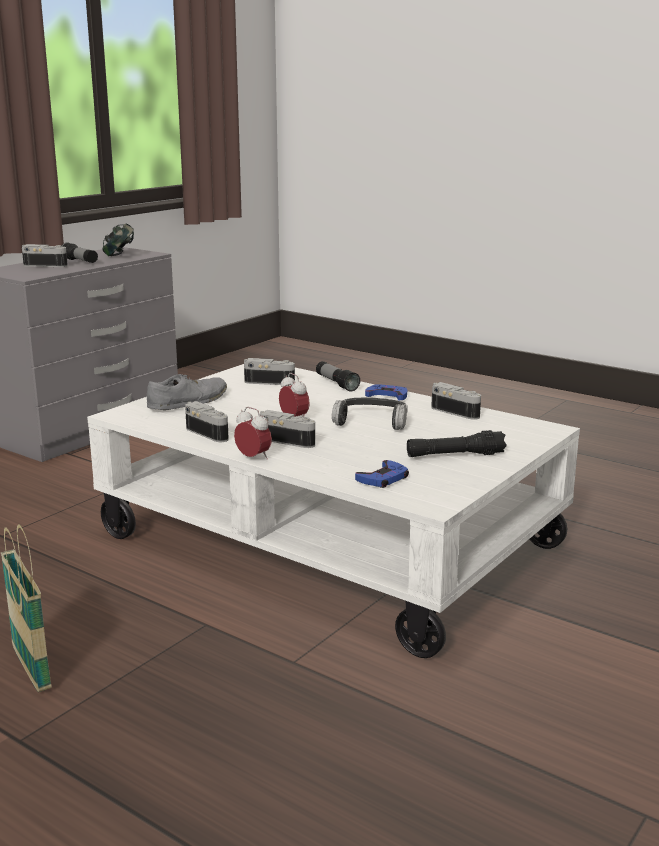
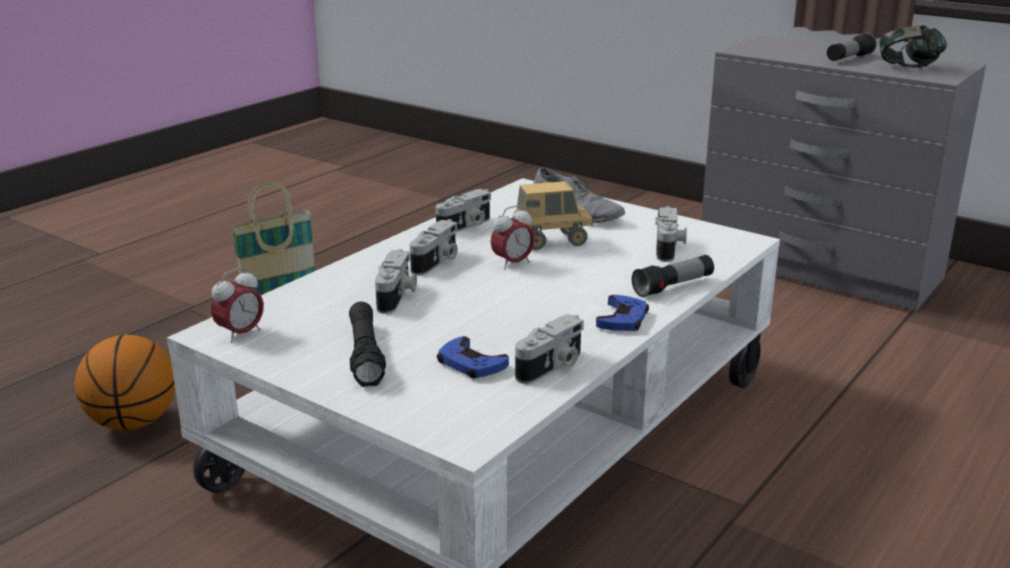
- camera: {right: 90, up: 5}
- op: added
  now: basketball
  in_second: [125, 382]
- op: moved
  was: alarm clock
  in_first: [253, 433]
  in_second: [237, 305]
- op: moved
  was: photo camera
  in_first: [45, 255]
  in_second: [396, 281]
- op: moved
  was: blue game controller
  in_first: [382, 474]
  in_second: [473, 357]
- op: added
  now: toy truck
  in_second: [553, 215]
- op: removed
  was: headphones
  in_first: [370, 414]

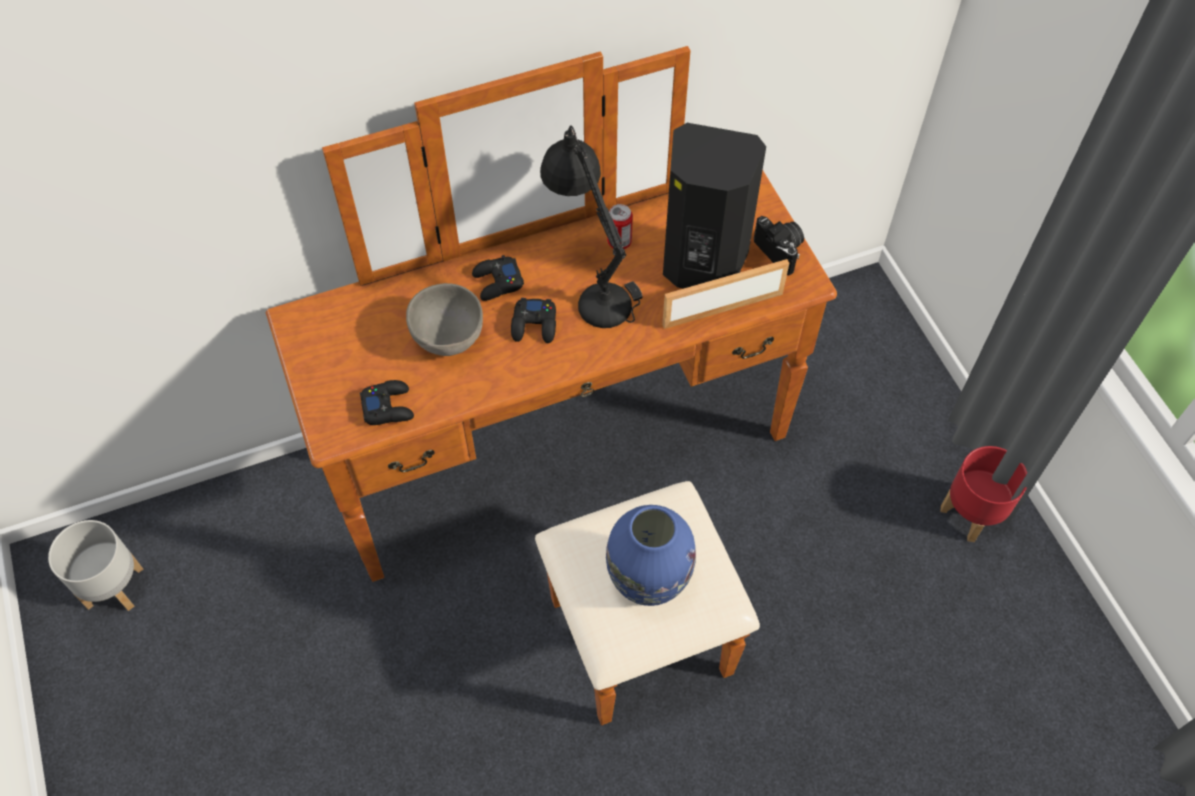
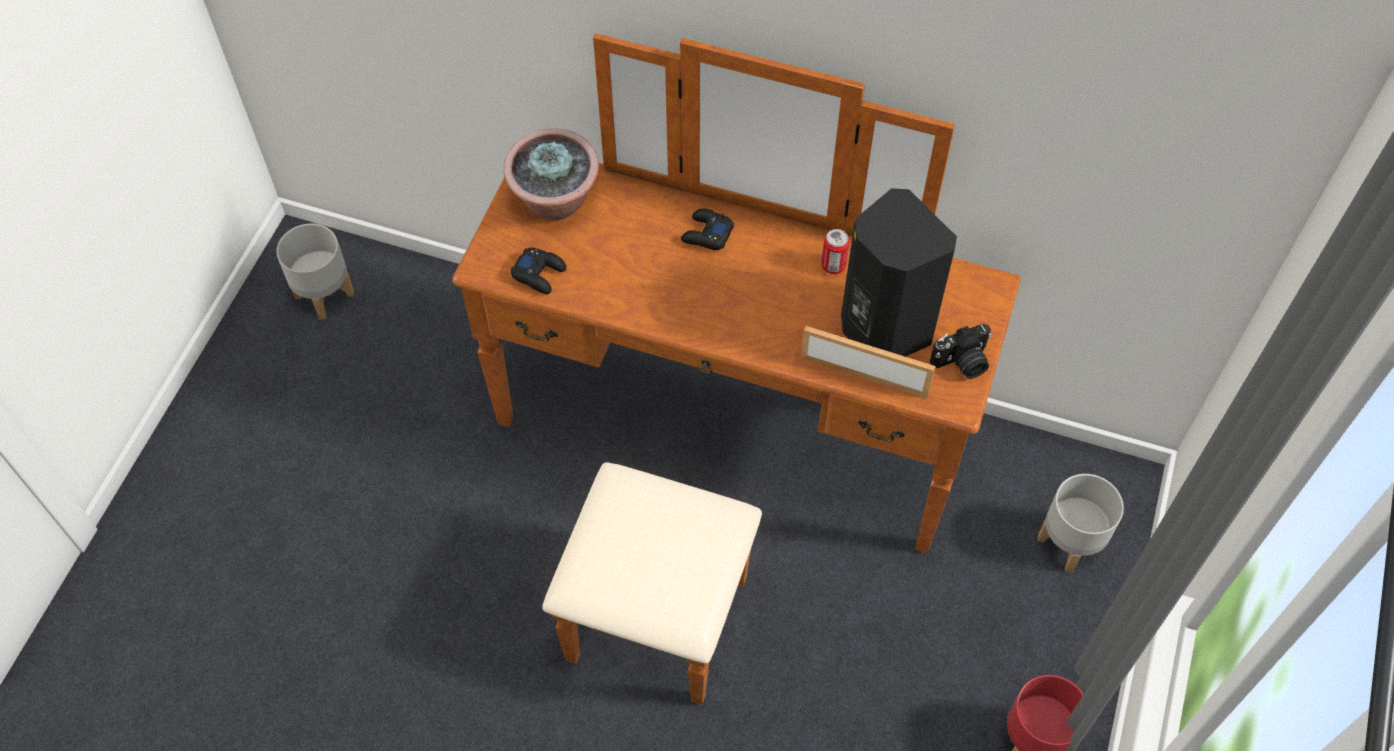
- camera: {right: 40, up: 0}
- op: added
  now: potted plant
  in_second: [551, 174]
- op: turned
  was: photo camera
  in_first: [779, 246]
  in_second: [961, 351]
  clockwise: 60
- op: added
  now: grey planter
  in_second: [1081, 523]
- op: removed
  was: grey bowl
  in_first: [444, 319]
- op: removed
  was: black game controller
  in_first: [533, 320]
- op: removed
  was: black table lamp
  in_first: [591, 226]
- op: removed
  was: blue vase
  in_first: [651, 555]

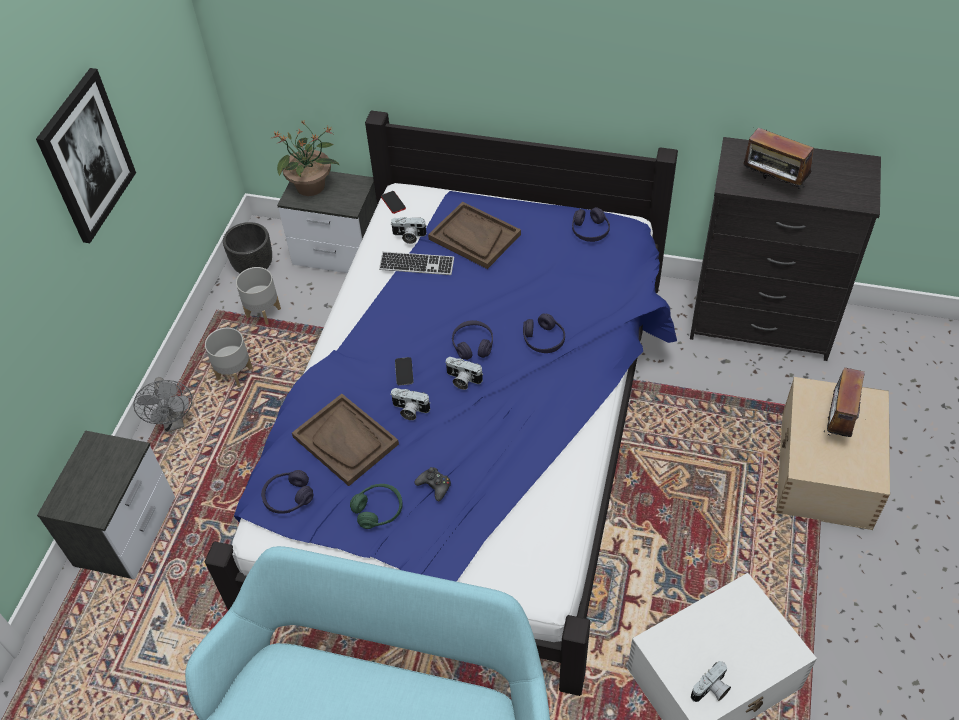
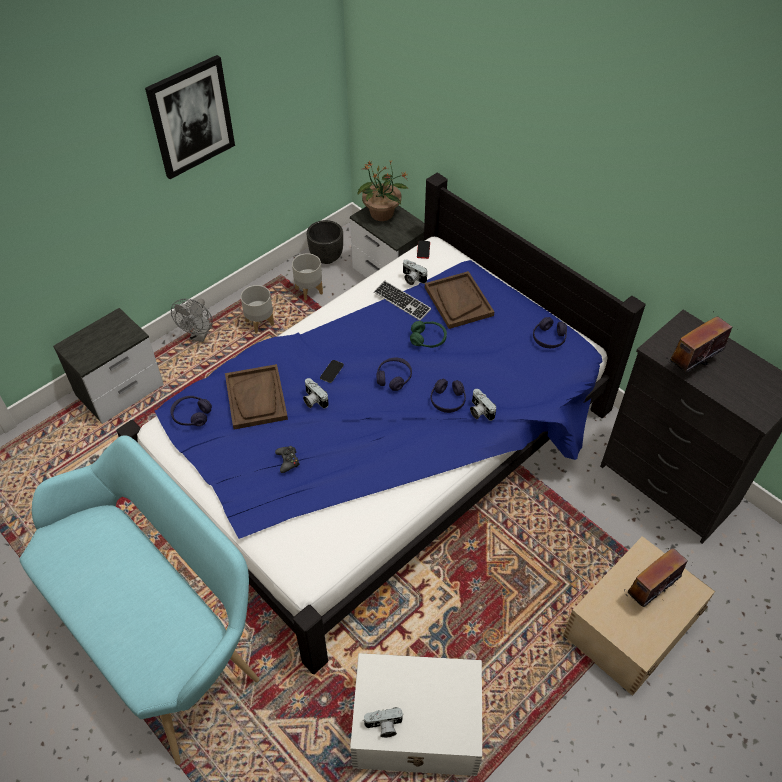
- camera: {right: 30, up: 0}
- op: moved
  was: green headphones
  in_first: [376, 506]
  in_second: [428, 334]
- op: moved
  was: photo camera
  in_first: [464, 373]
  in_second: [483, 405]
- op: turned
  was: radio
  in_first: [778, 158]
  in_second: [699, 341]
  clockwise: 75

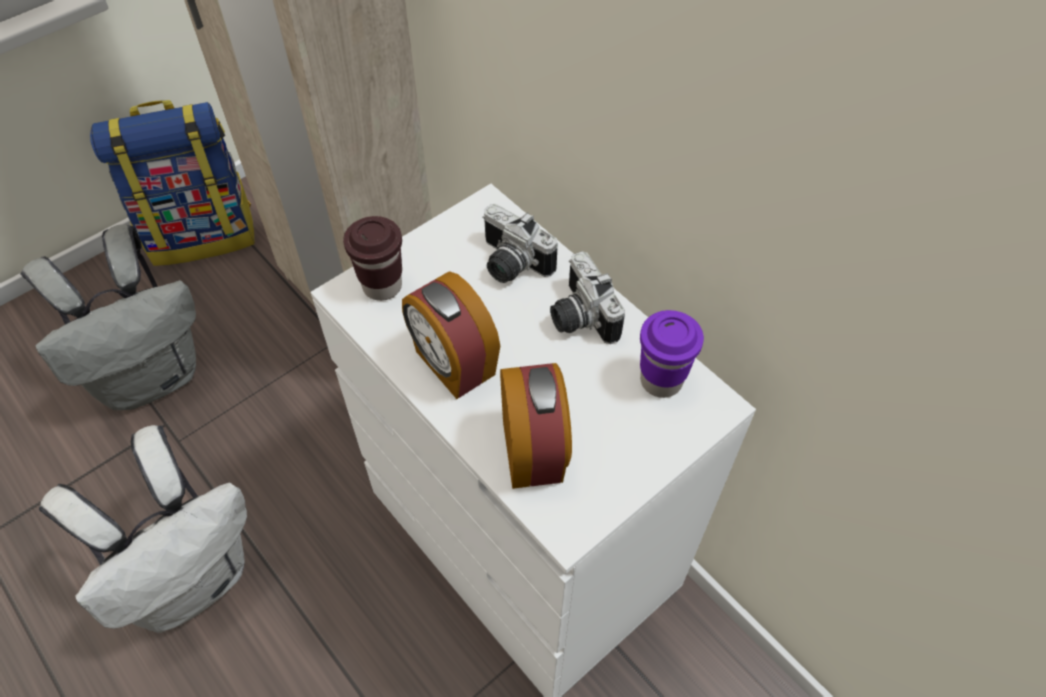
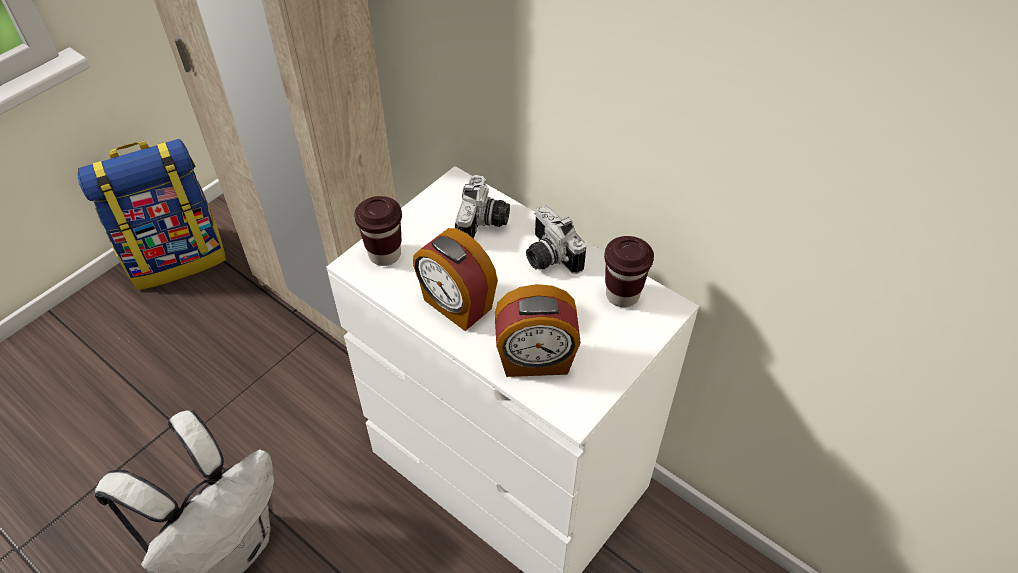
- camera: {right: -10, up: -5}
- op: turned
  was: photo camera
  in_first: [520, 243]
  in_second: [482, 207]
  clockwise: -105
- op: turned
  was: alarm clock
  in_first: [536, 426]
  in_second: [538, 330]
  clockwise: 105
- op: recoloured
  was: purple cup
  now: brown cup
  in_first: [672, 354]
  in_second: [629, 271]
- op: removed
  was: grey backpack
  in_first: [108, 317]

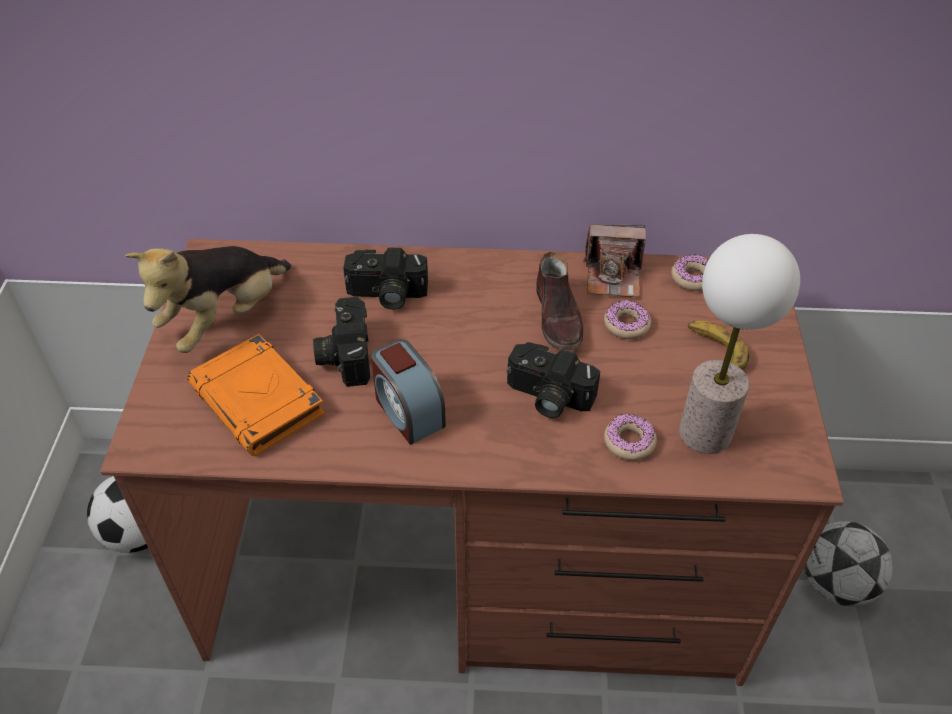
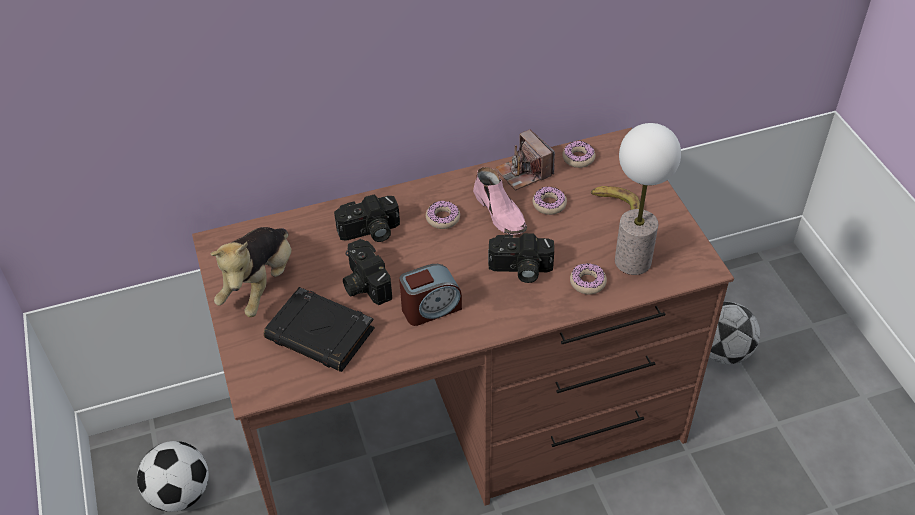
- camera: {right: -20, up: 0}
- op: recoloured
  was: orange book
  now: black book
  in_first: [256, 395]
  in_second: [319, 329]
- op: turned
  was: alarm clock
  in_first: [408, 392]
  in_second: [430, 295]
  clockwise: -60
- op: added
  now: donut
  in_second: [443, 215]
- op: recoloured
  was: brown shoe
  now: pink shoe
  in_first: [559, 301]
  in_second: [500, 201]
- op: turned
  was: photo camera
  in_first: [614, 260]
  in_second: [525, 160]
  clockwise: 75

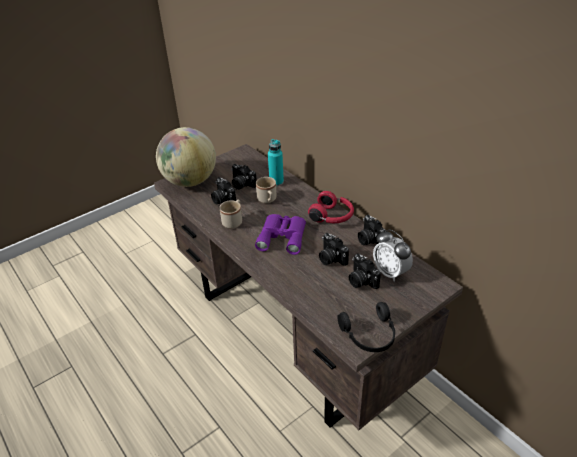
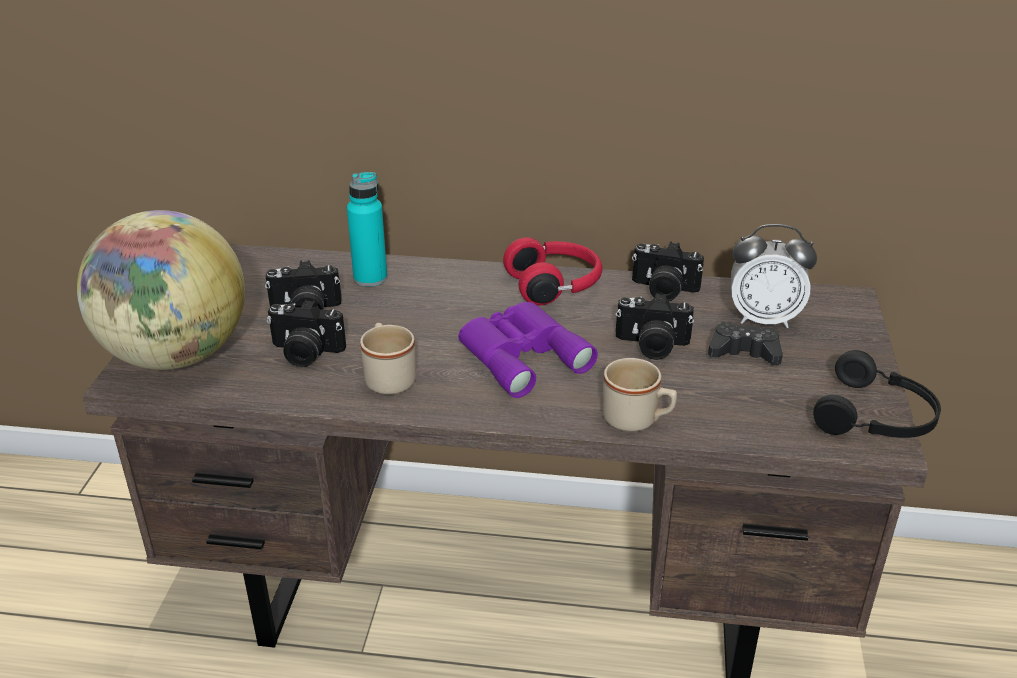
- camera: {right: -45, up: -5}
- op: moved
  was: beige mug
  in_first: [266, 190]
  in_second: [640, 395]
- op: replaced
  was: photo camera
  now: black game controller
  in_first: [365, 271]
  in_second: [745, 343]

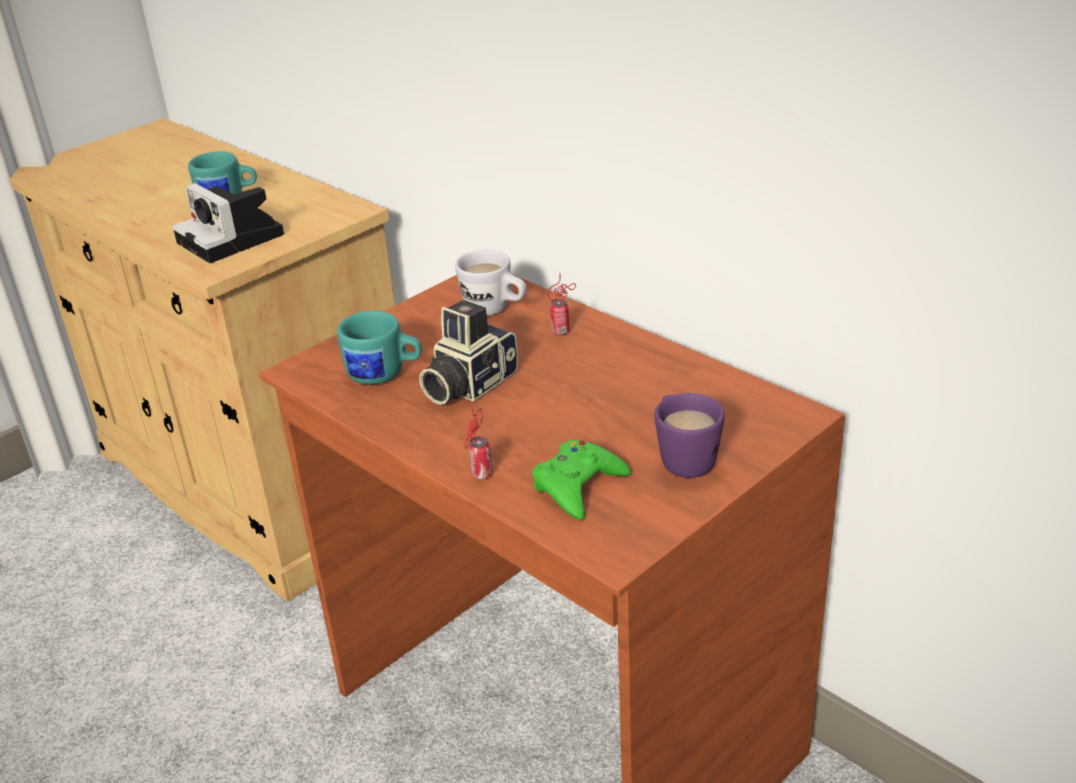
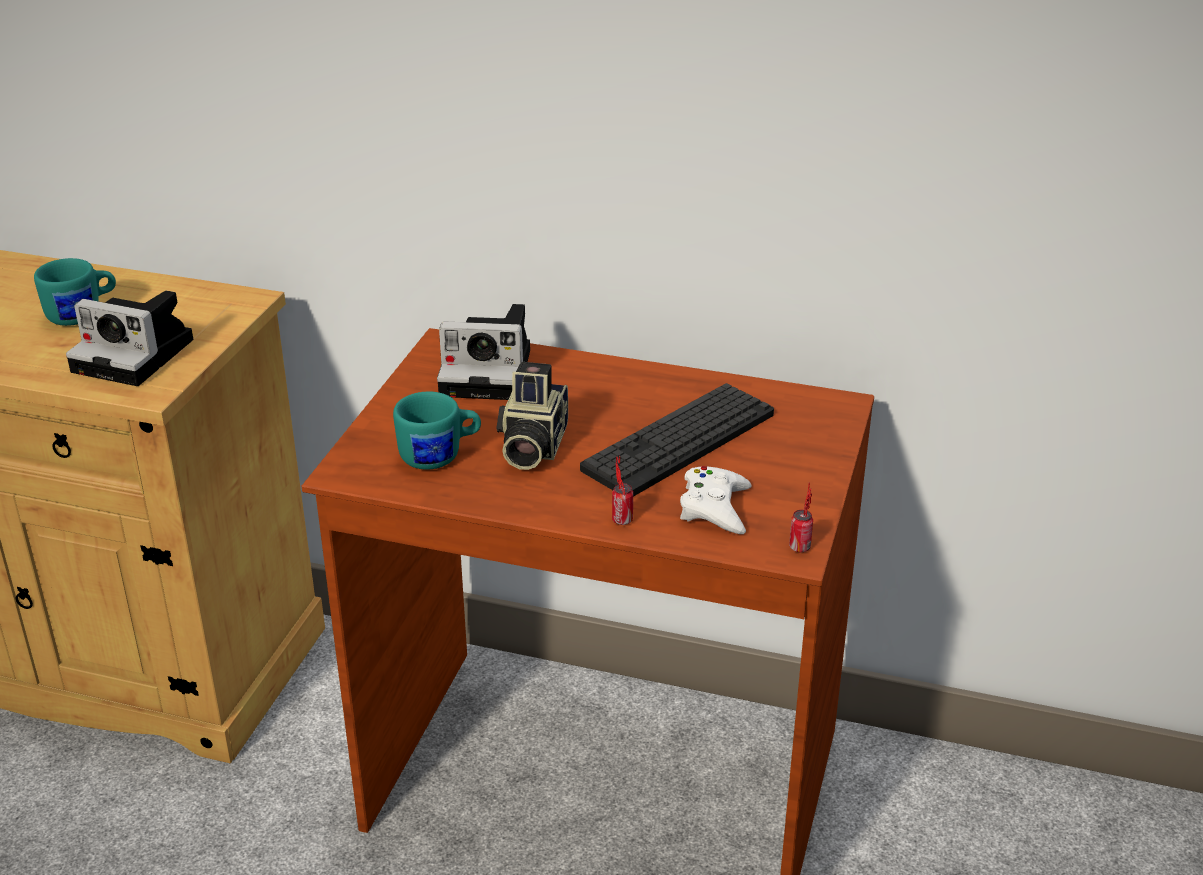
- camera: {right: -30, up: 0}
- op: replaced
  was: white mug
  now: photo camera
  in_first: [490, 282]
  in_second: [483, 352]
- op: added
  now: keyboard
  in_second: [677, 440]
- op: recoloured
  was: green game controller
  now: white game controller
  in_first: [581, 480]
  in_second: [715, 500]
- op: moved
  was: can
  in_first: [562, 304]
  in_second: [801, 517]
- op: removed
  was: purple mug
  in_first: [689, 435]

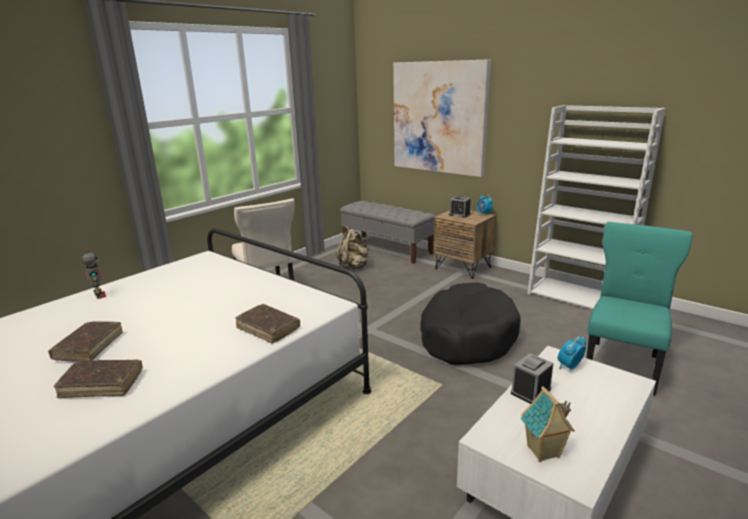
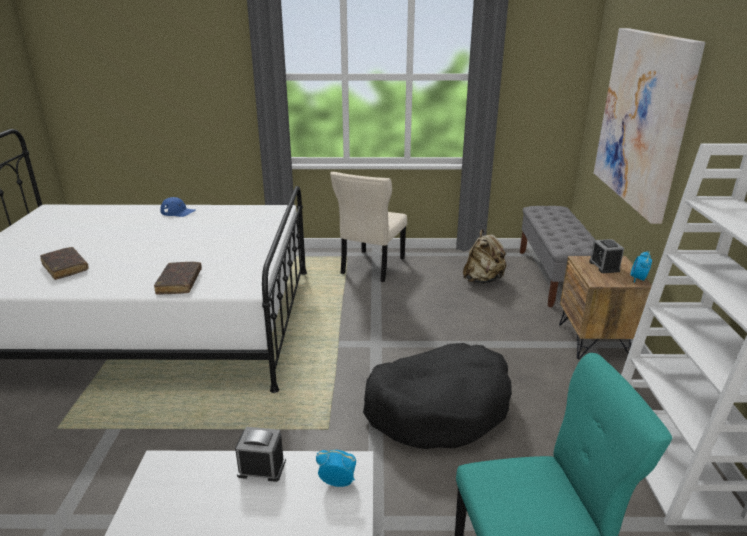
- camera: {right: 50, up: 5}
- op: replaced
  was: toy robot
  now: blue cap
  in_first: [94, 274]
  in_second: [177, 207]
- op: removed
  was: brown book
  in_first: [85, 341]
- op: removed
  was: toy house
  in_first: [547, 424]

